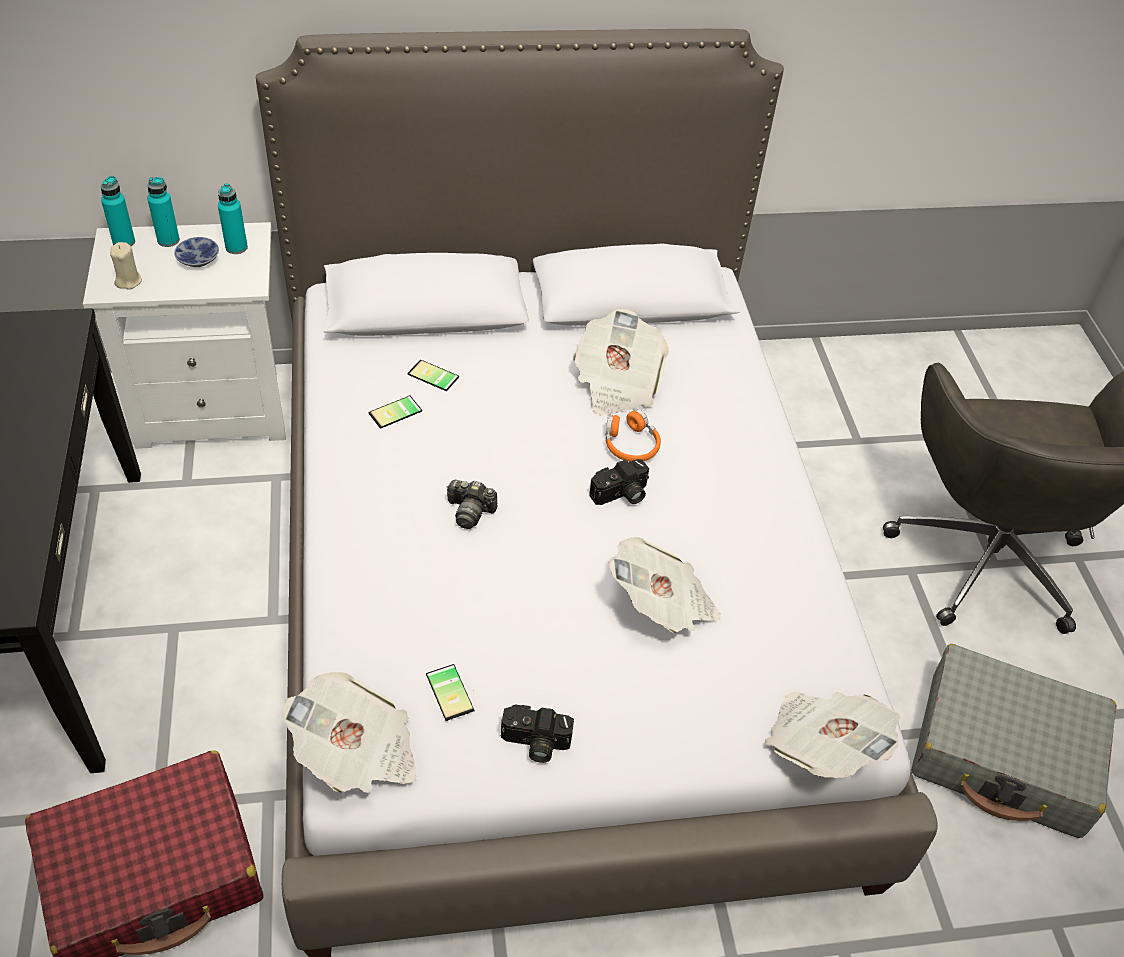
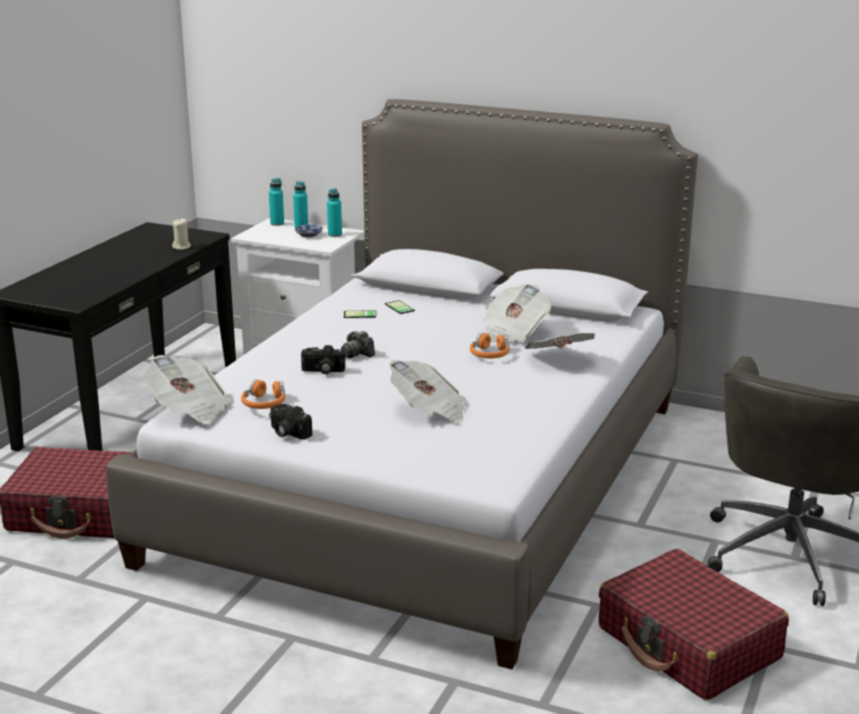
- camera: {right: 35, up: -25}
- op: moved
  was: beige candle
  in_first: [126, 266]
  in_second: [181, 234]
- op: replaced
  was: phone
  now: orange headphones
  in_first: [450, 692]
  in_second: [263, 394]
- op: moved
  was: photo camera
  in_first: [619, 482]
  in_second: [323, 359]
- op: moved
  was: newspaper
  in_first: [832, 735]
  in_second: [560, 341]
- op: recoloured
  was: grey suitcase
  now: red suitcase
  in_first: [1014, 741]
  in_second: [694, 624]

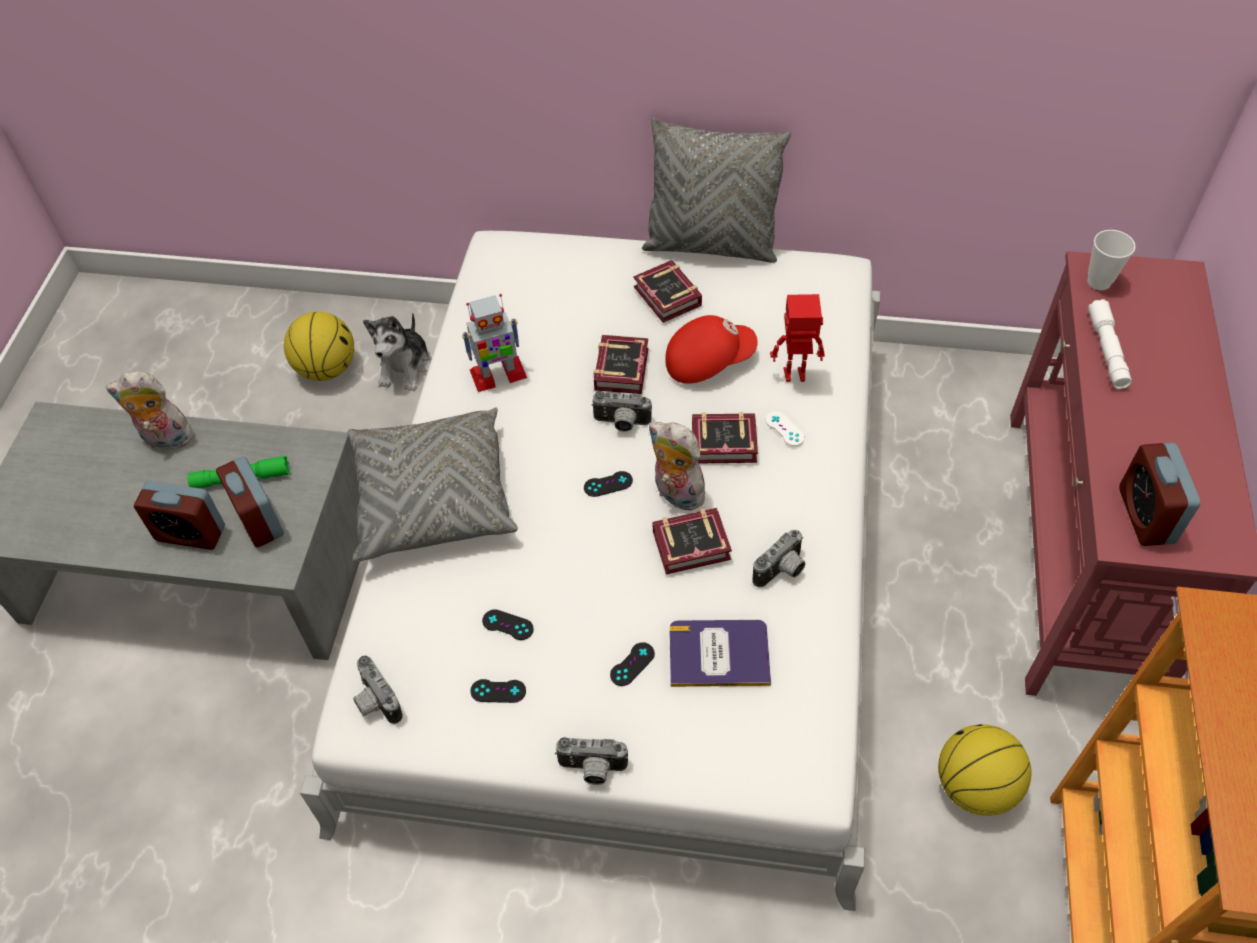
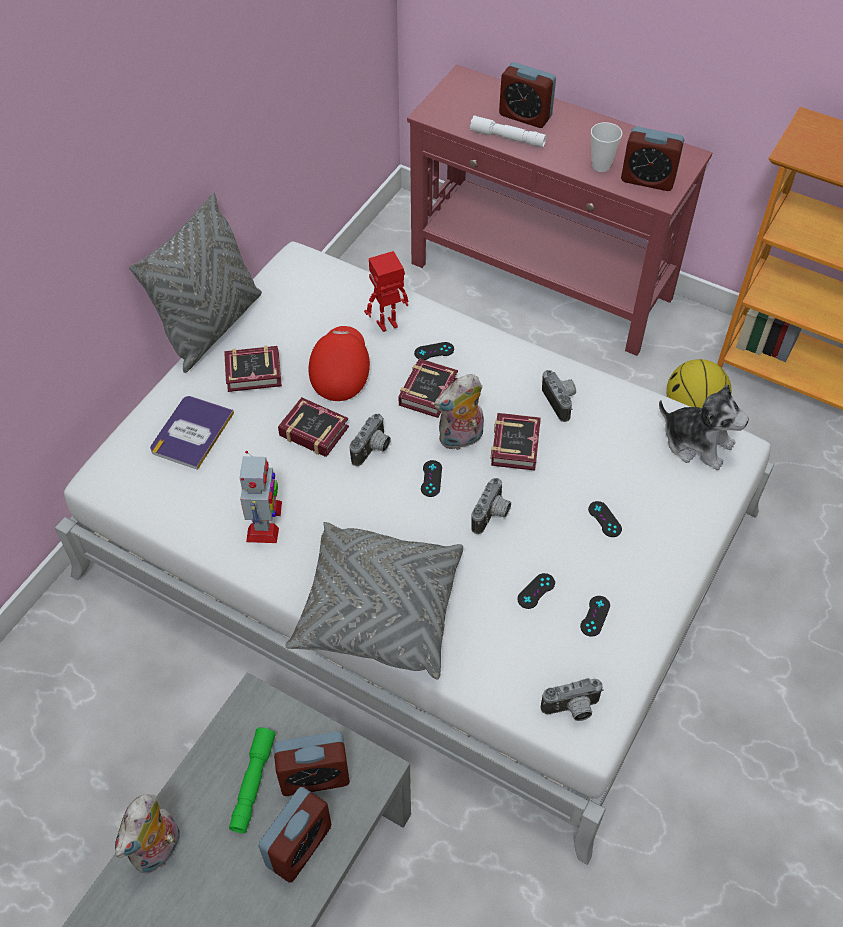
- camera: {right: -70, up: 0}
- op: moved
  was: book
  in_first: [720, 653]
  in_second: [192, 433]
- op: turned
  was: toy robot
  in_first: [797, 338]
  in_second: [386, 291]
  clockwise: 45
- op: recoloured
  was: white game controller
  now: black game controller
  in_first: [785, 428]
  in_second: [434, 351]
- op: moved
  was: photo camera
  in_first: [591, 761]
  in_second: [491, 506]
- op: added
  now: alarm clock
  in_second: [527, 95]
- op: moved
  was: cup
  in_first: [1111, 260]
  in_second: [606, 147]
- op: moved
  was: plush toy
  in_first: [397, 352]
  in_second: [704, 427]
- op: removed
  was: basketball
  in_first: [319, 346]

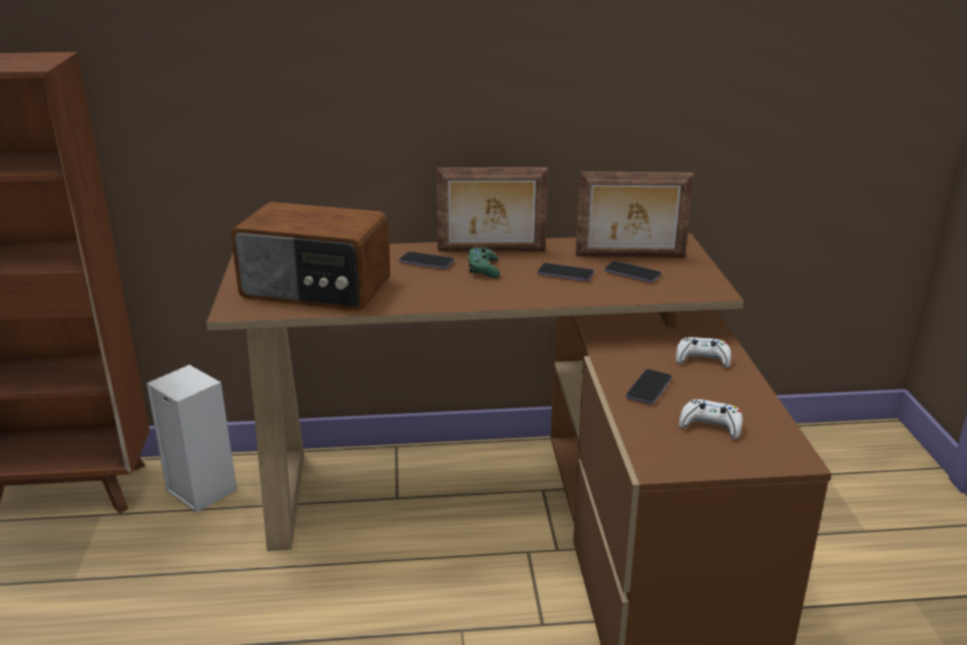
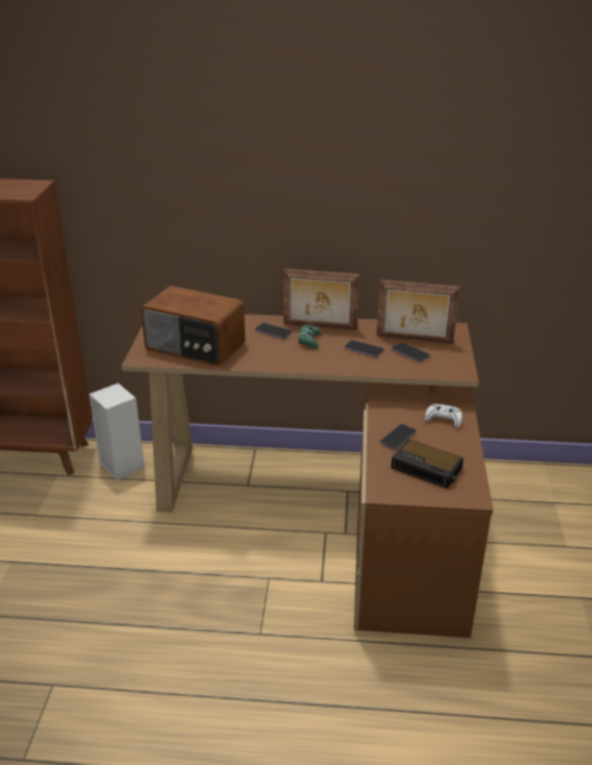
- camera: {right: 10, up: 5}
- op: replaced
  was: white game controller
  now: alarm clock
  in_first: [711, 419]
  in_second: [427, 464]

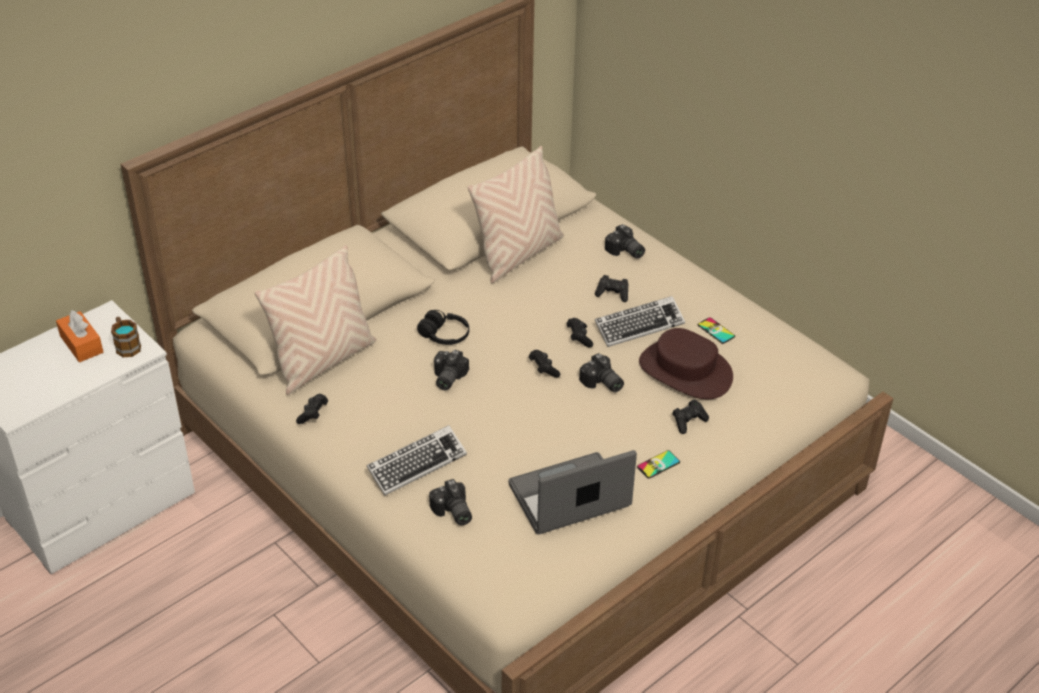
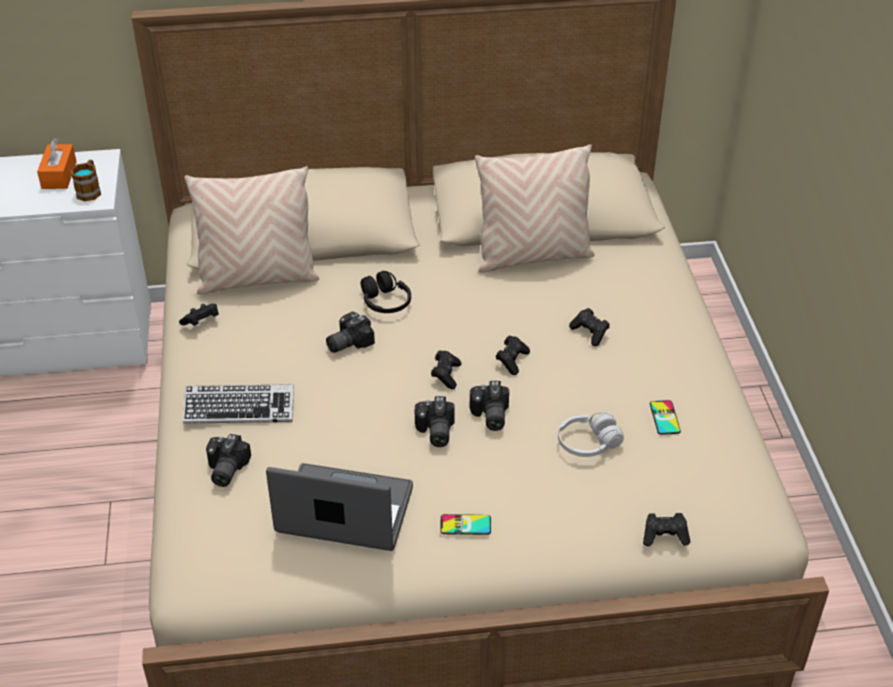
- camera: {right: 35, up: 0}
- op: moved
  was: photo camera
  in_first: [625, 241]
  in_second: [435, 421]
- op: replaced
  was: brown hat
  now: white headphones
  in_first: [686, 363]
  in_second: [591, 434]
- op: moved
  was: black game controller
  in_first: [691, 416]
  in_second: [667, 530]
- op: removed
  was: keyboard
  in_first: [640, 321]

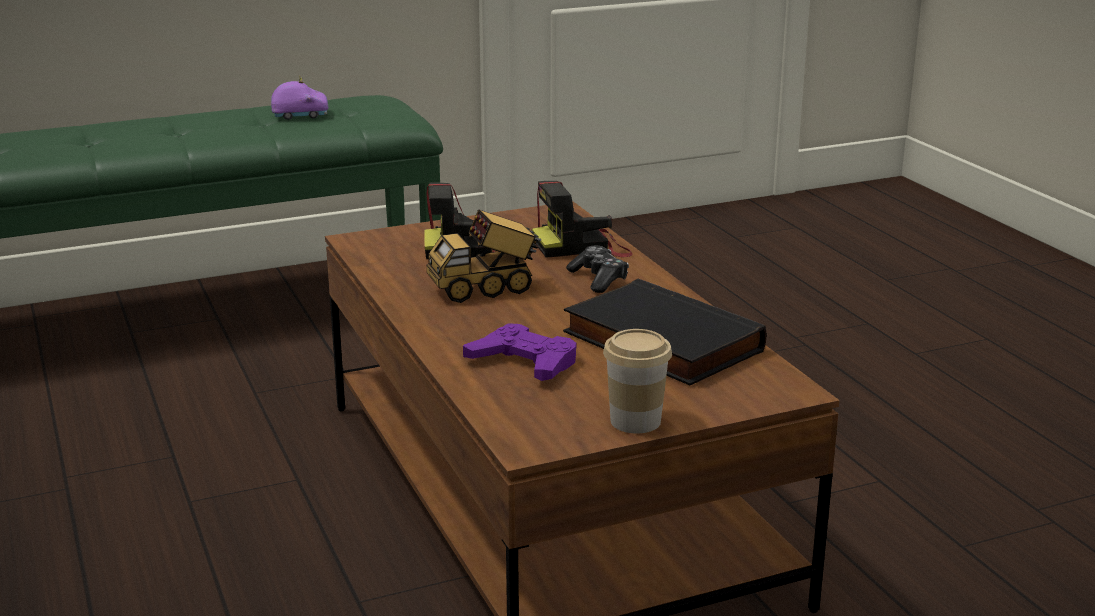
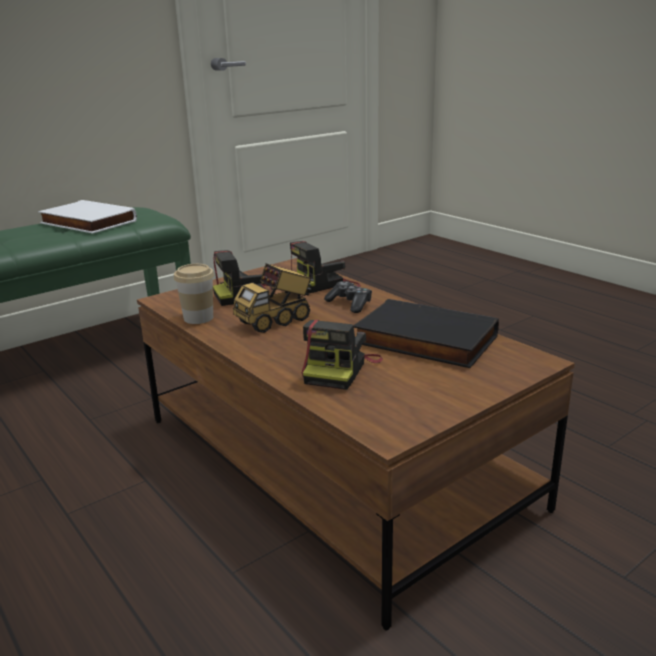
- camera: {right: -15, up: 0}
- op: replaced
  was: purple toy car
  now: white book
  in_first: [300, 98]
  in_second: [87, 217]
- op: moved
  was: cup
  in_first: [637, 381]
  in_second: [194, 294]
- op: replaced
  was: purple game controller
  now: photo camera
  in_first: [519, 352]
  in_second: [342, 355]

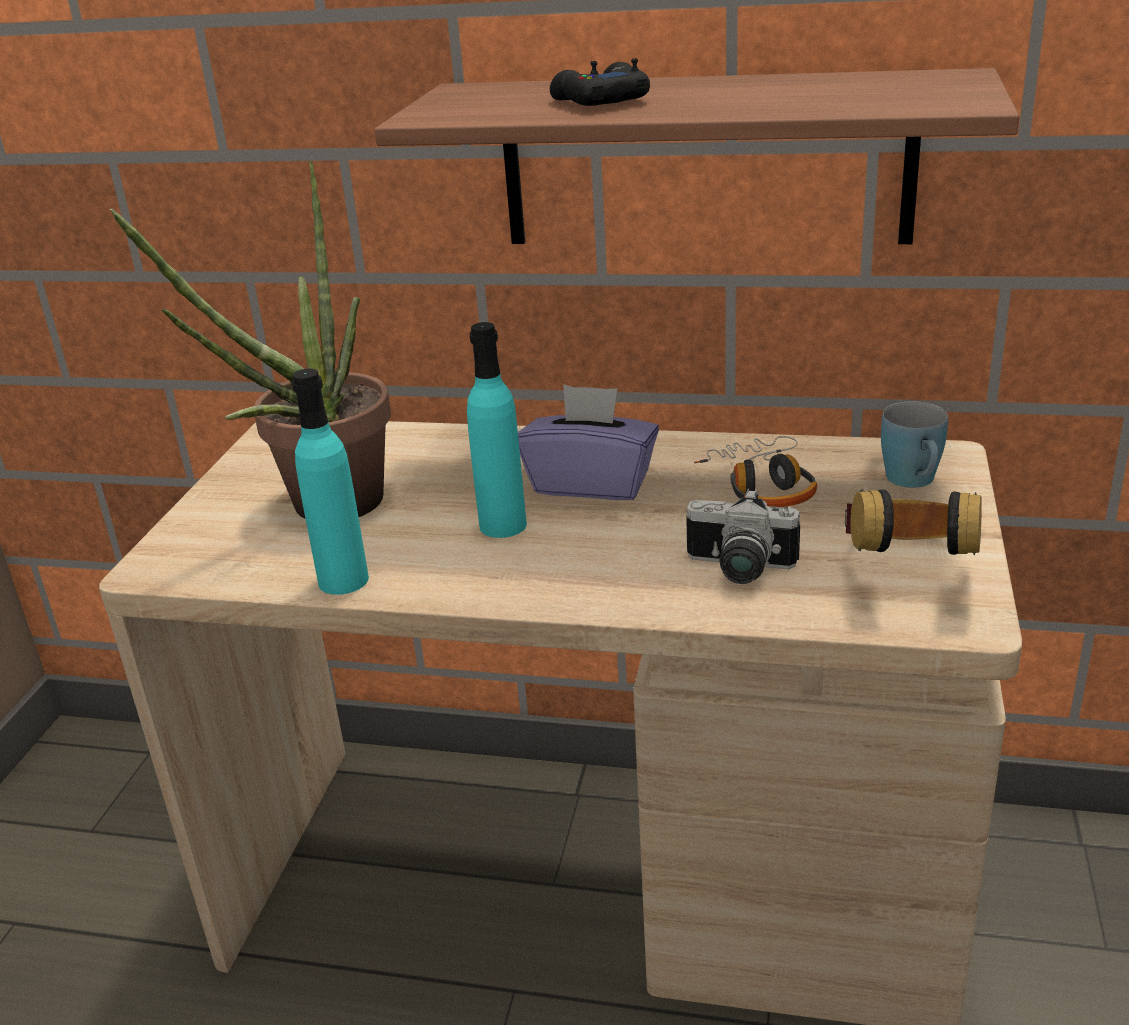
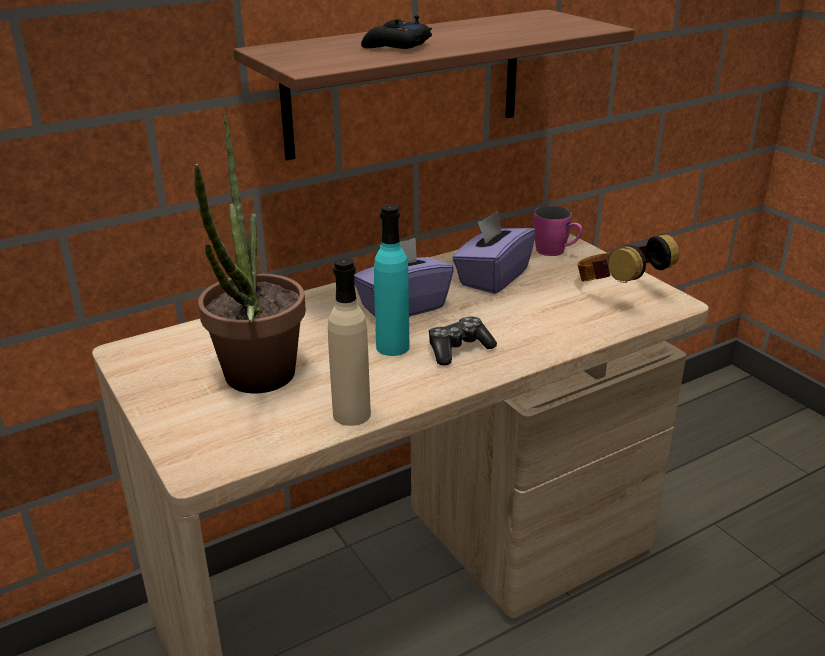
- camera: {right: -45, up: 0}
- op: recoloured
  was: turquoise bottle
  now: beige bottle
  in_first: [330, 482]
  in_second: [349, 342]
- op: added
  now: game controller
  in_second: [463, 341]
- op: replaced
  was: headphones
  now: purple tissue box
  in_first: [755, 471]
  in_second: [494, 252]
- op: recoloured
  was: blue mug
  now: pink mug
  in_first: [914, 444]
  in_second: [557, 231]
- op: removed
  was: photo camera
  in_first: [743, 536]

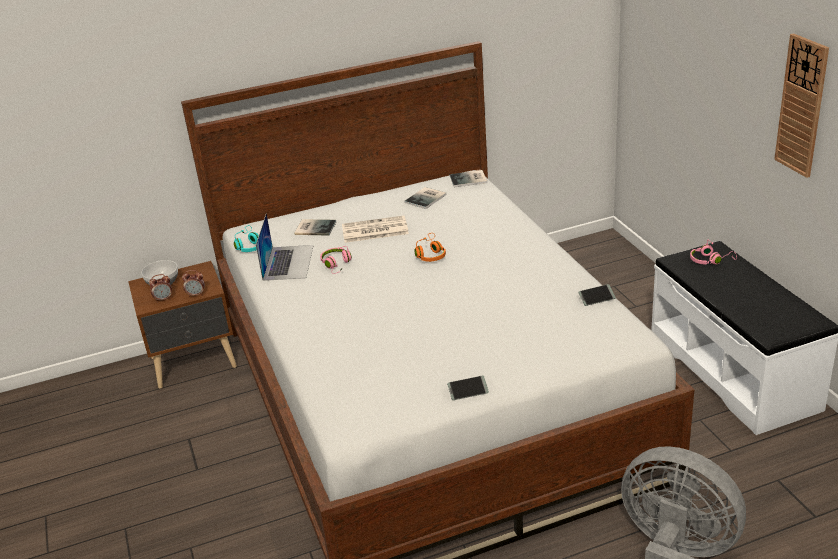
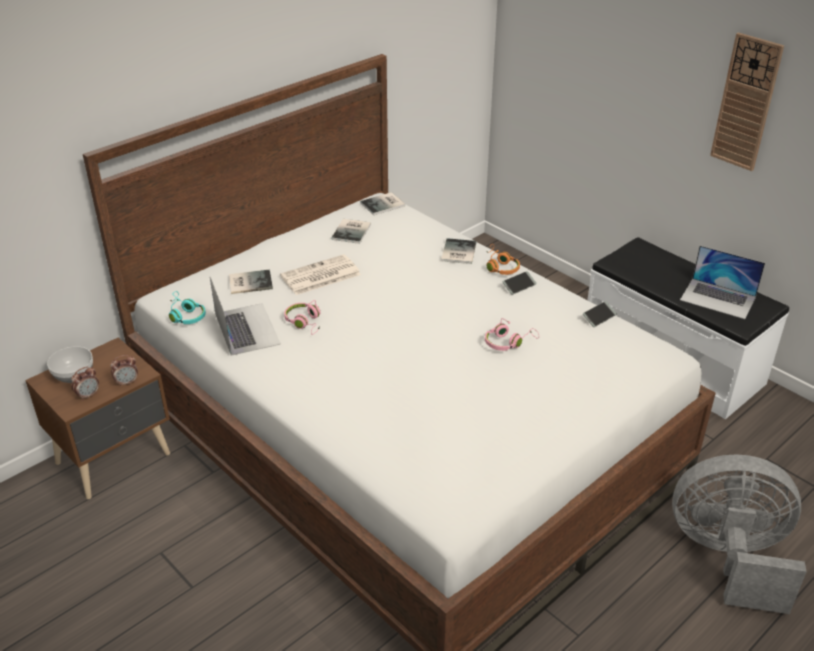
- camera: {right: -25, up: 5}
- op: added
  now: book
  in_second: [458, 251]
- op: moved
  was: pink headphones
  in_first: [713, 252]
  in_second: [512, 334]
- op: moved
  was: orange headphones
  in_first: [430, 247]
  in_second: [503, 259]
- op: moved
  was: phone
  in_first: [468, 388]
  in_second: [520, 283]
- op: added
  now: laptop
  in_second: [722, 282]

